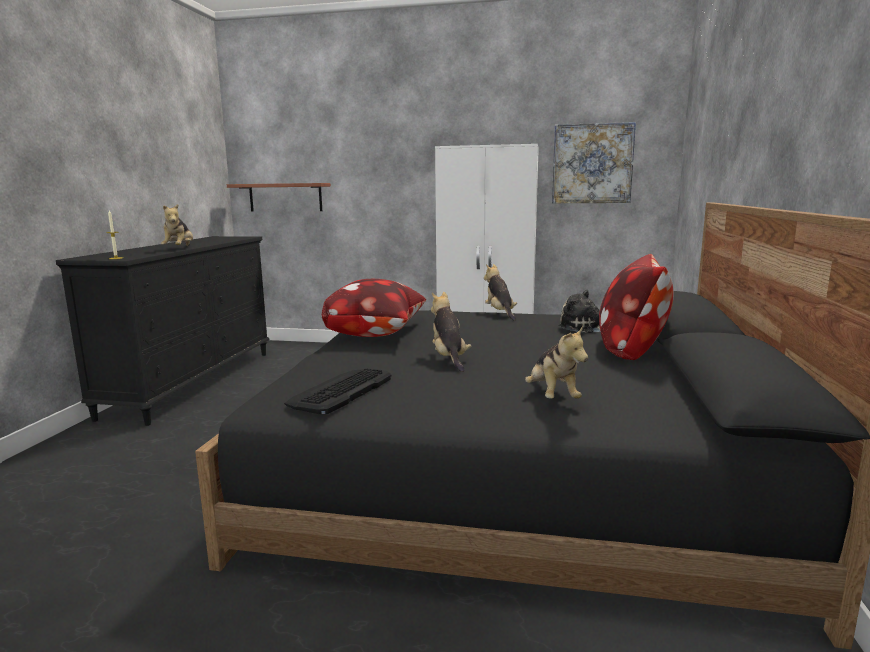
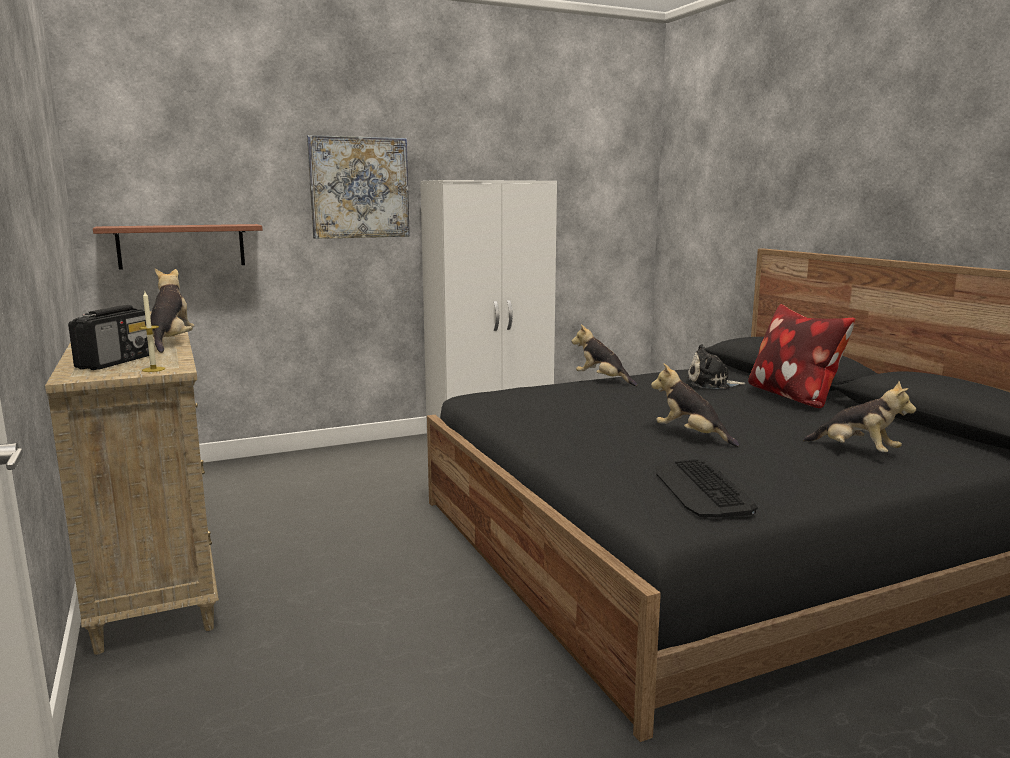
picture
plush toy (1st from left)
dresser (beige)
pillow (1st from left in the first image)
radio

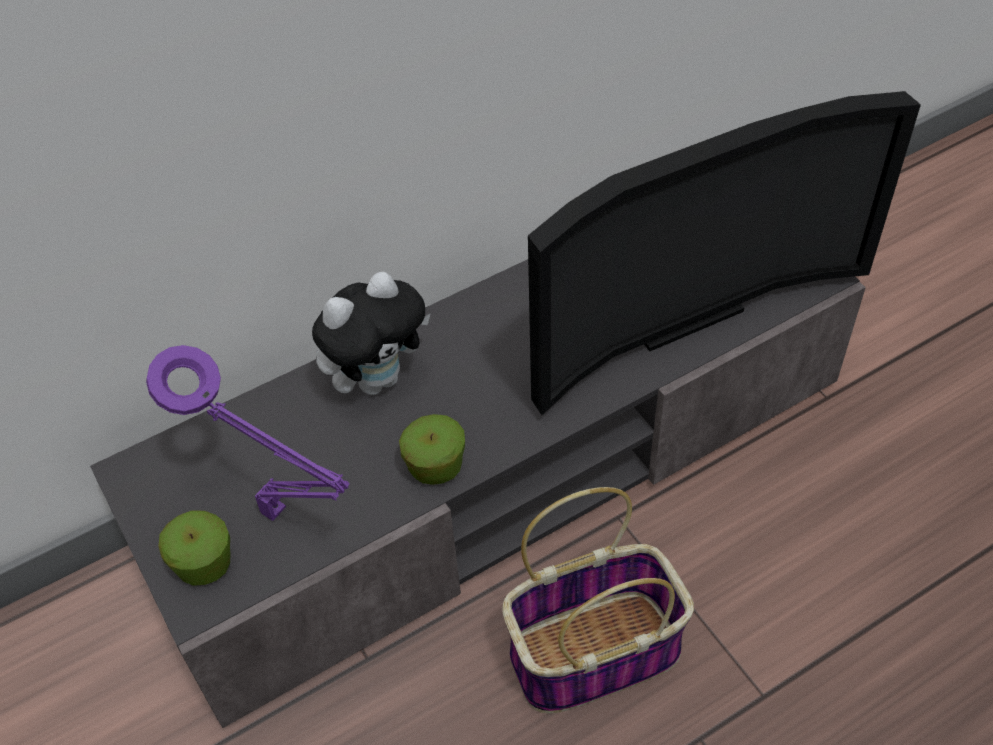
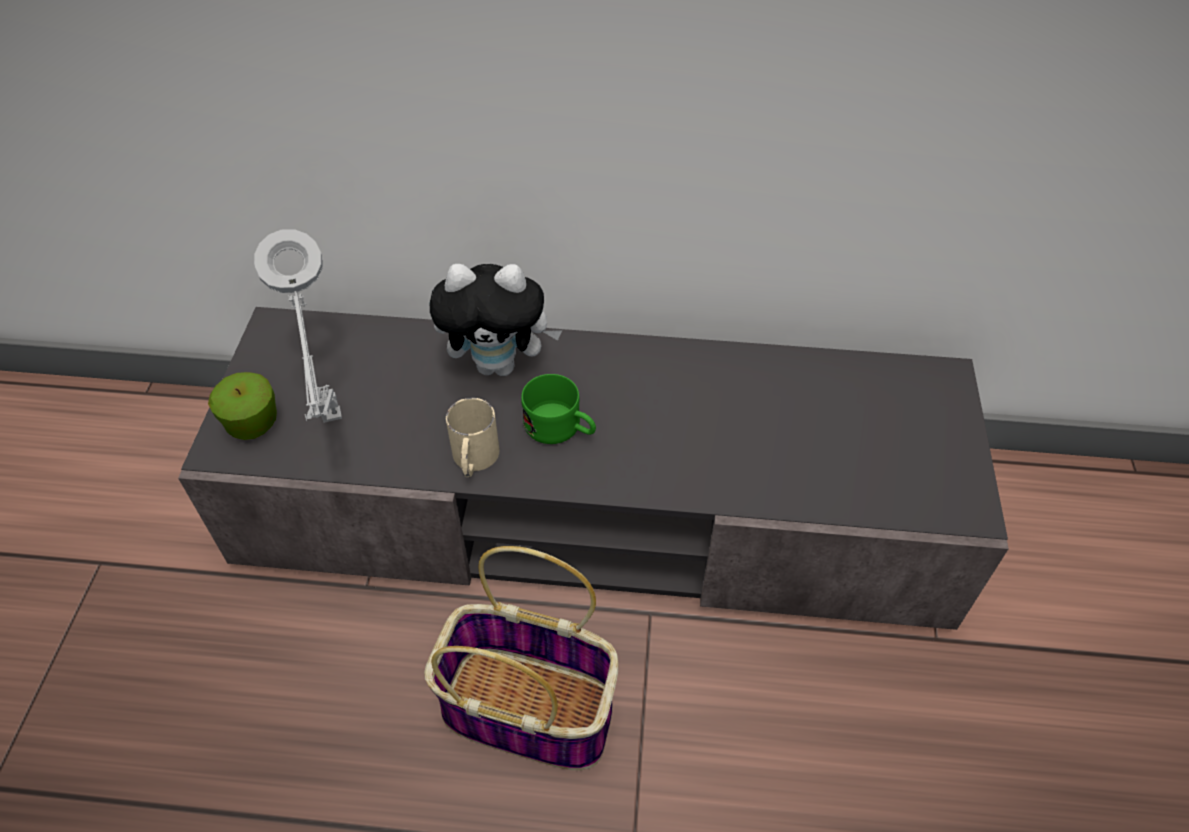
television
table lamp (grey)
mug (beige)
mug (green)

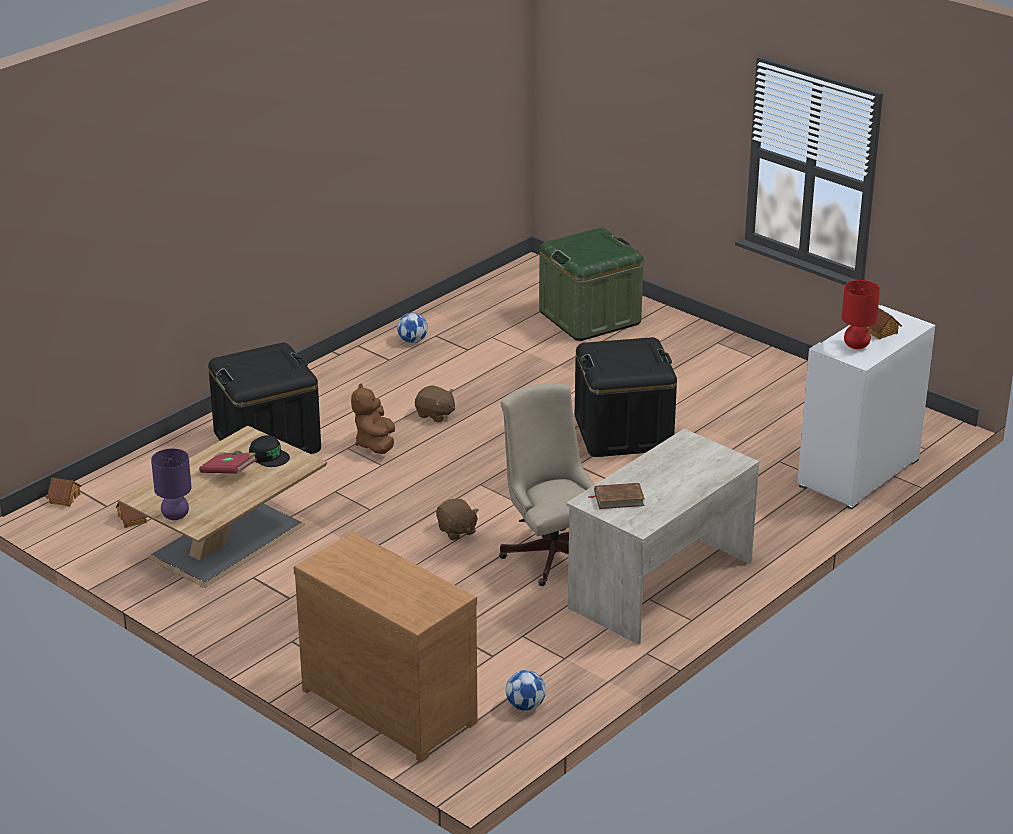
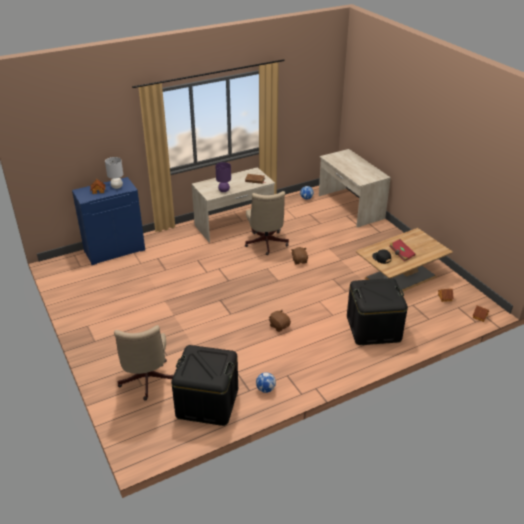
office chair (beige) (1st from left)
table lamp (grey)
cabinet (blue)
storage box (black) (1st from left)
plush toy (brown) (1st from left in the first image)
table lamp (purple)
desk (beige) (2nd from left)

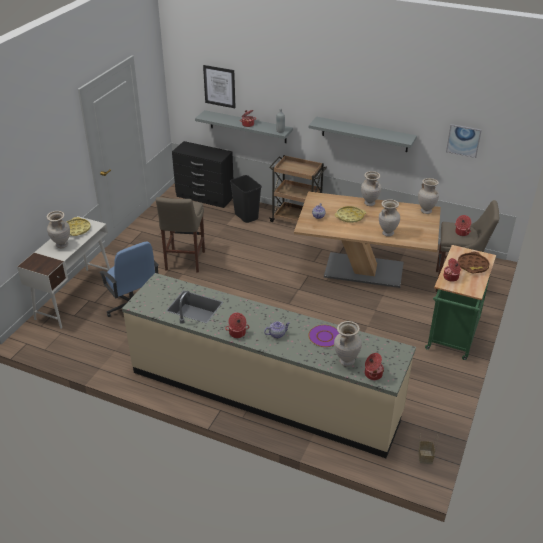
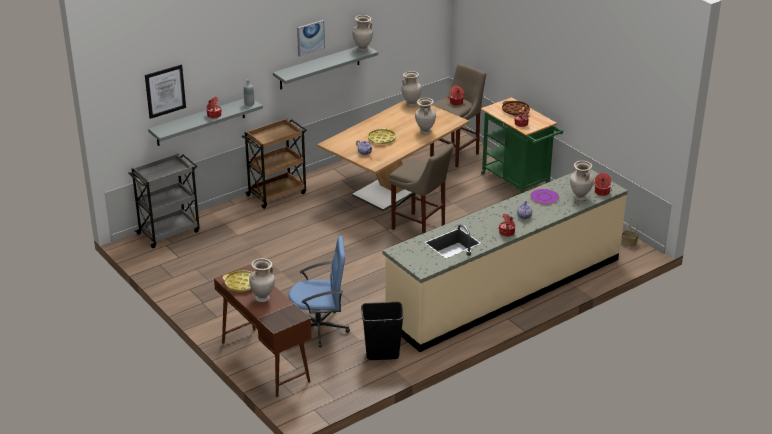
picture (2nd from left)
cart (grey)
vase (beige) (2nd from left)
trash can (black)
stool (beige) (1st from left)
desk (brown)

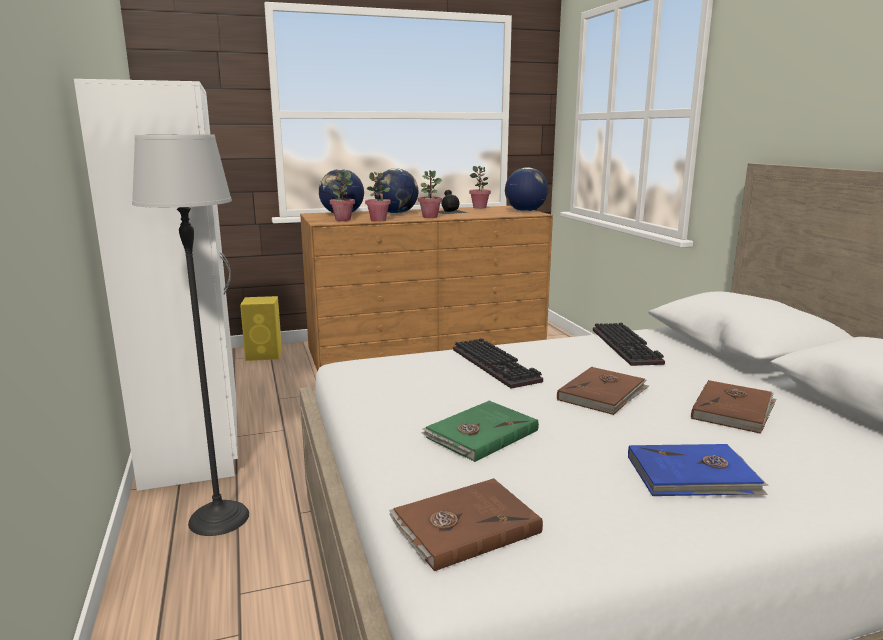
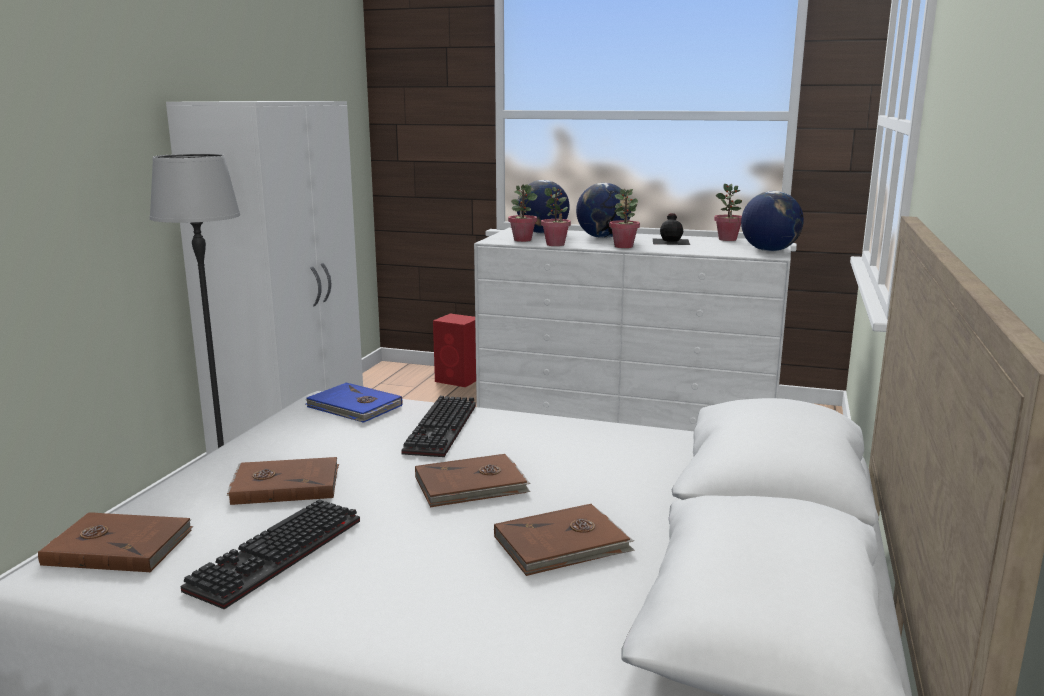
dresser (white)
speaker (red)
keyboard (1st from left)
book (brown) (2nd from left)
book (blue)

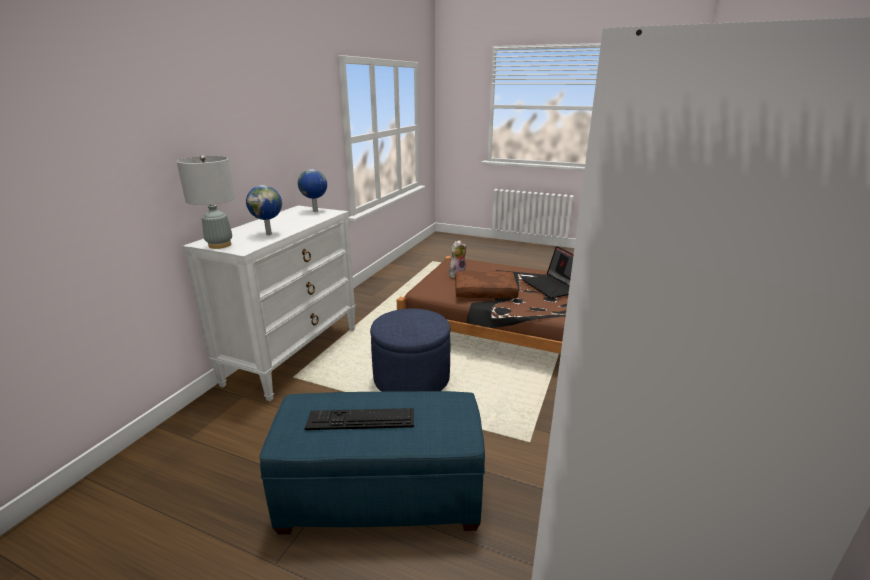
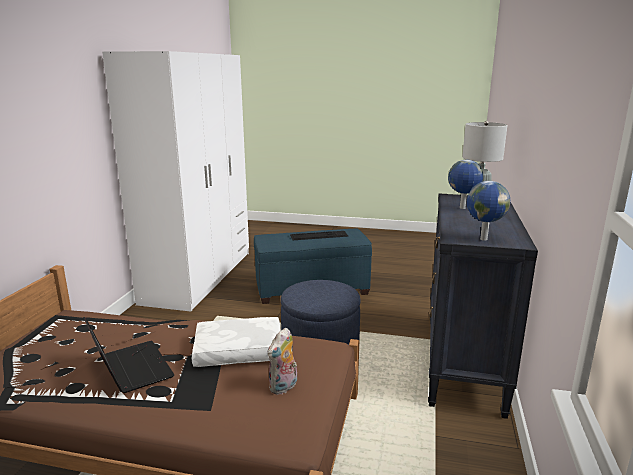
dresser (black)
pillow (white)

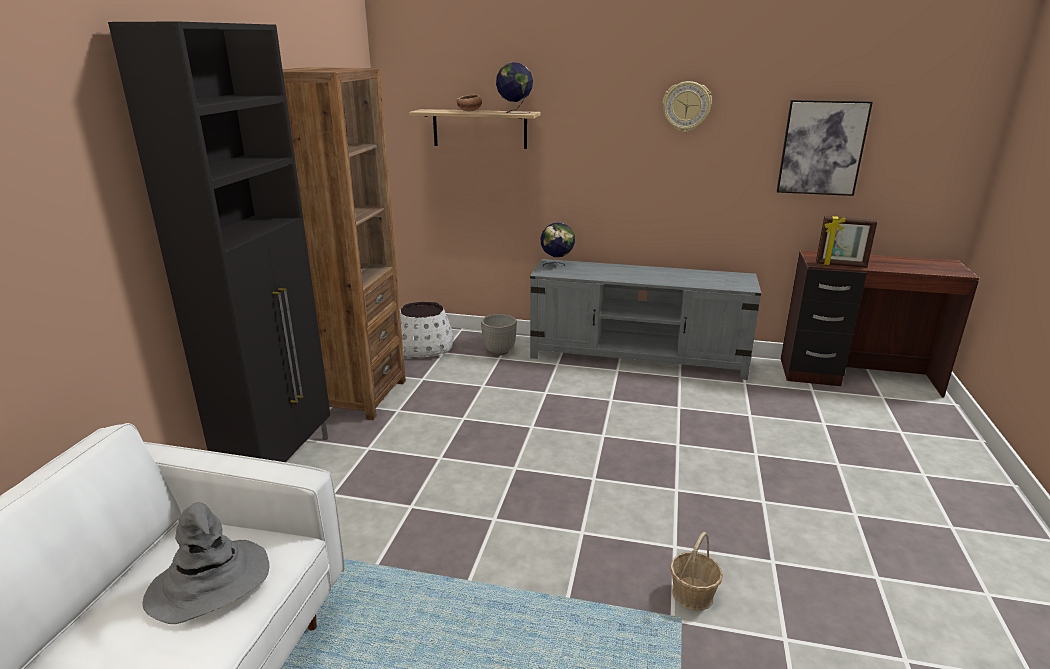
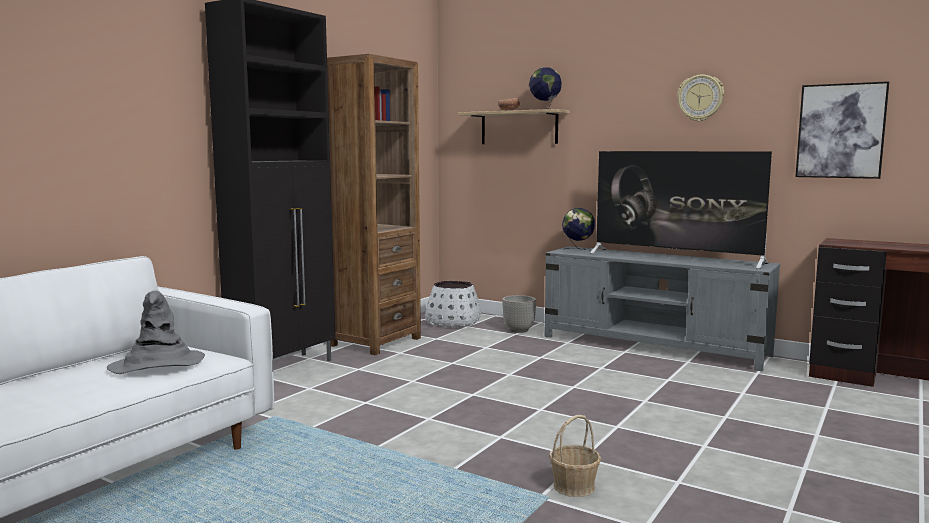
picture frame
television

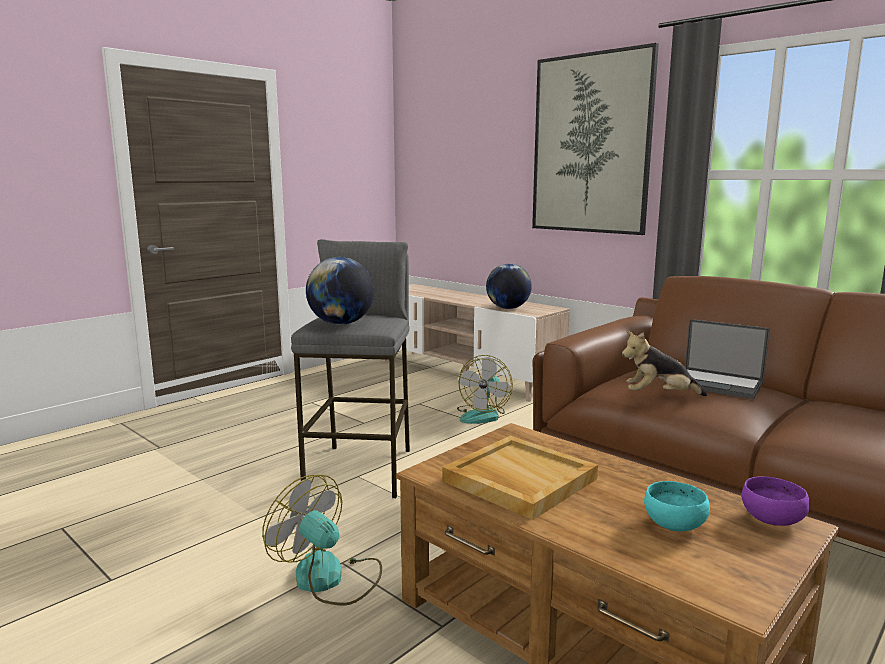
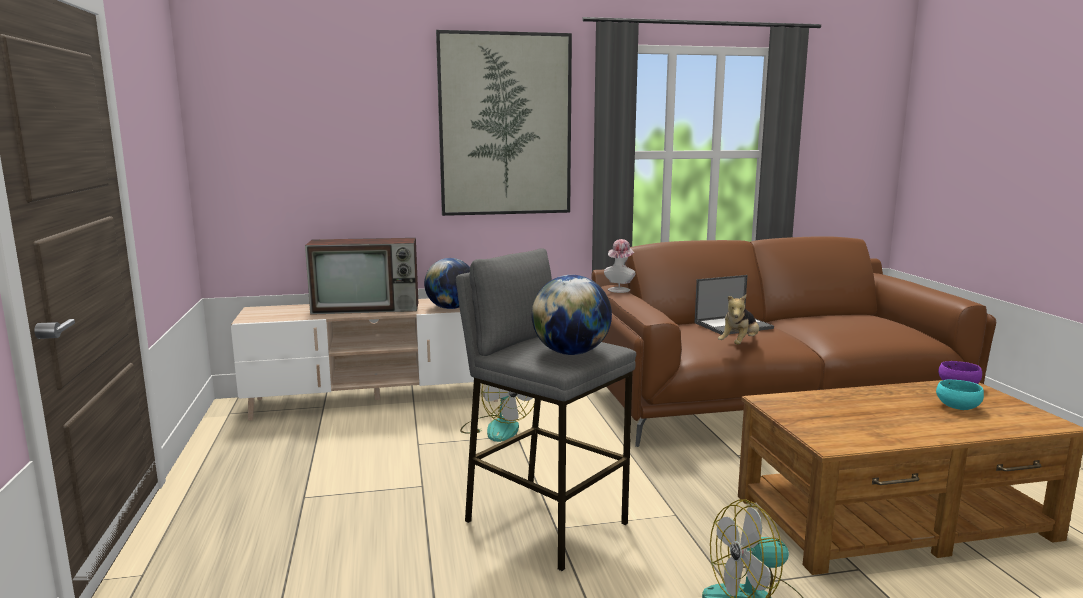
tray (beige)
television
hat

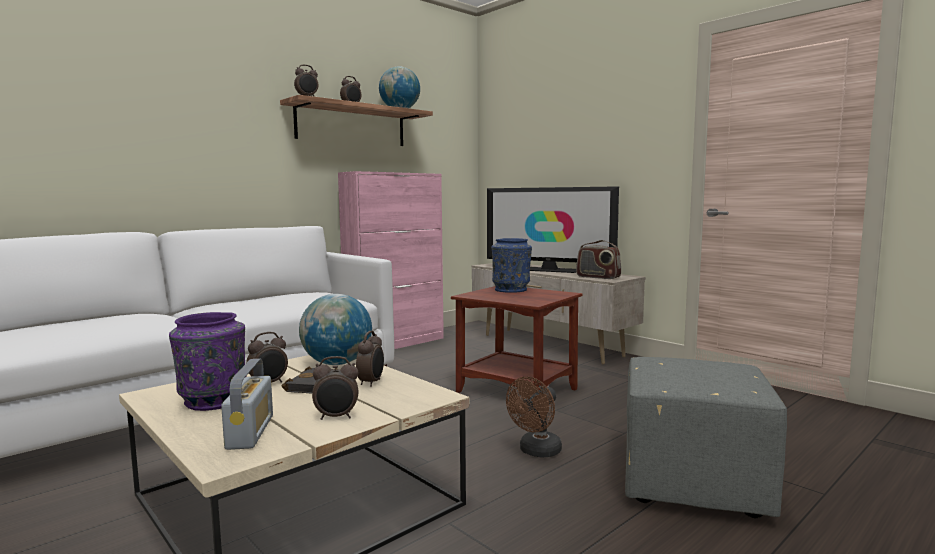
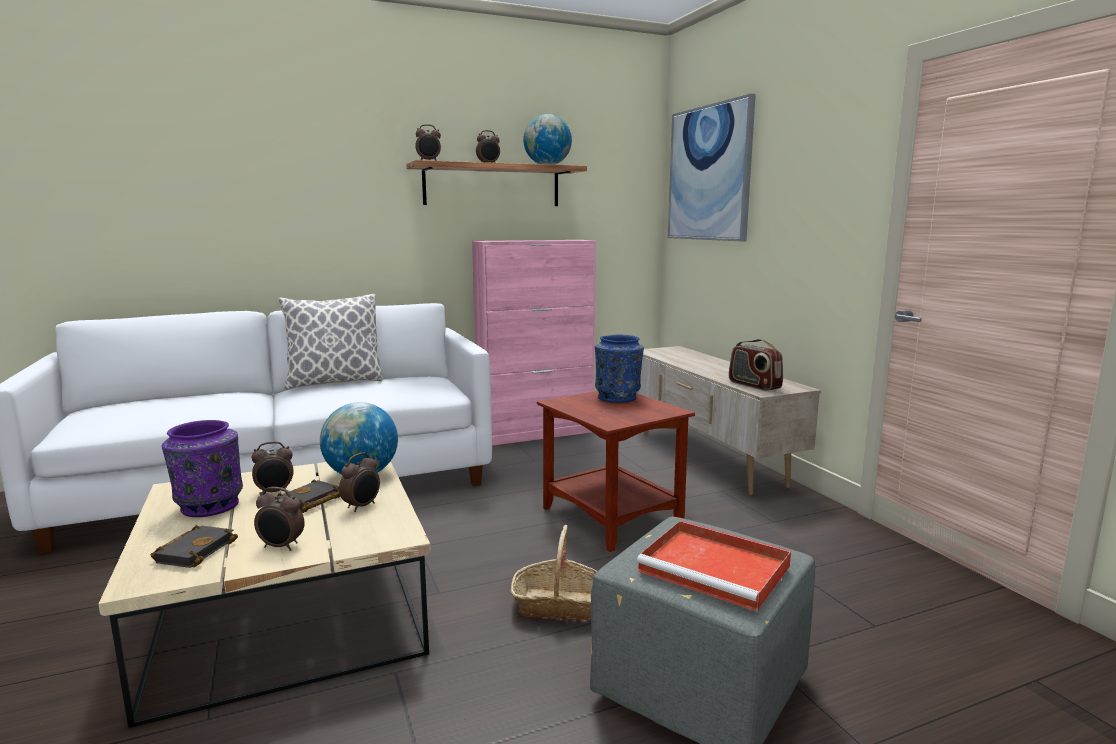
television
book (black) (1st from left)
basket
picture
pillow
tray (red)

